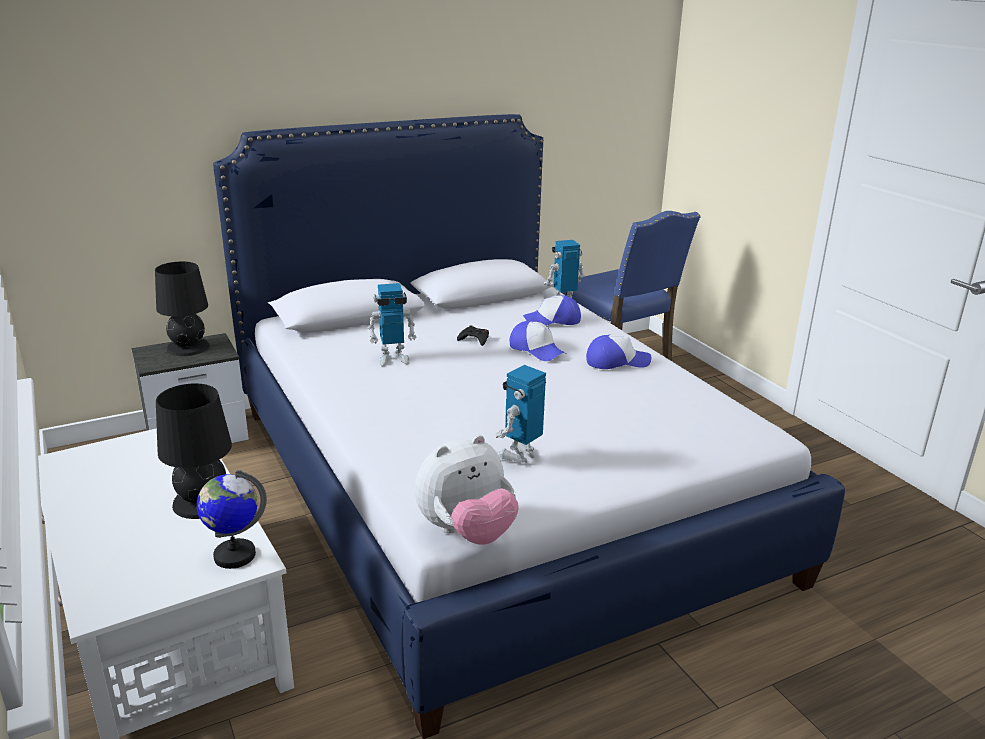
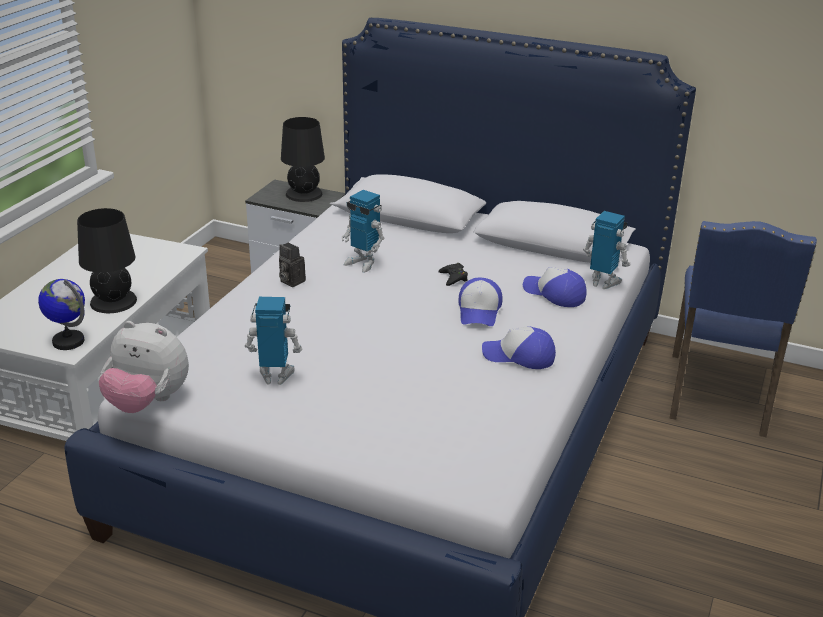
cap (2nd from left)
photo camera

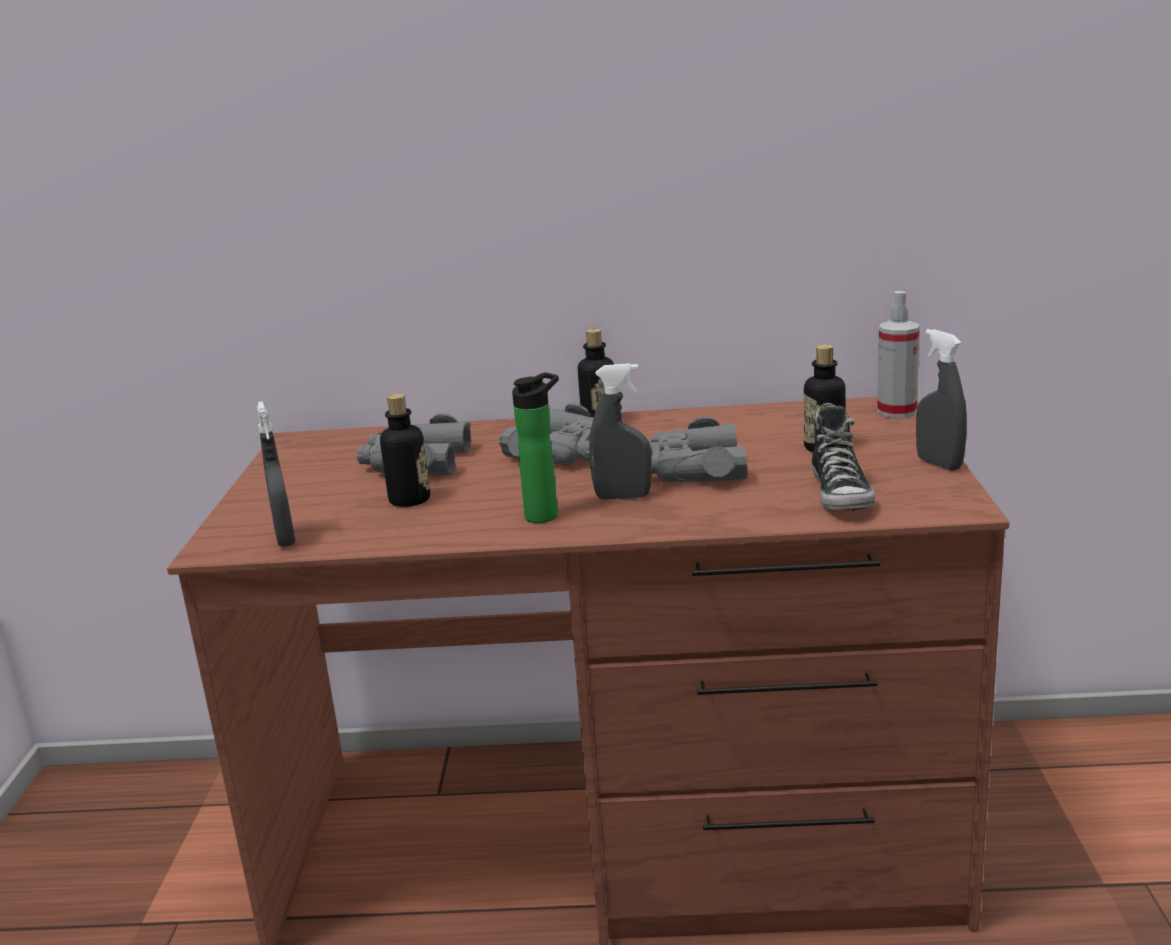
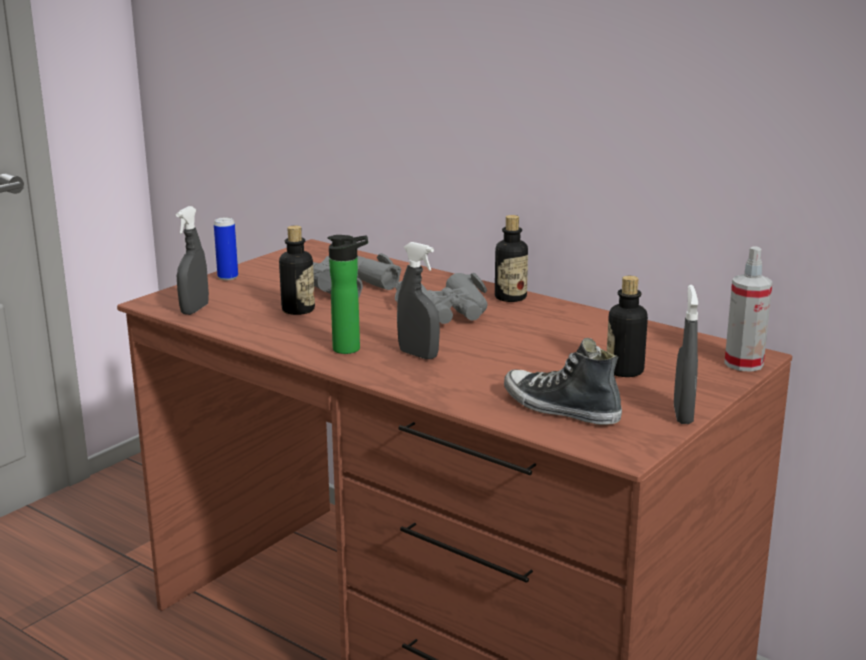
shoe
binoculars (grey) (3rd from left in the first image)
can

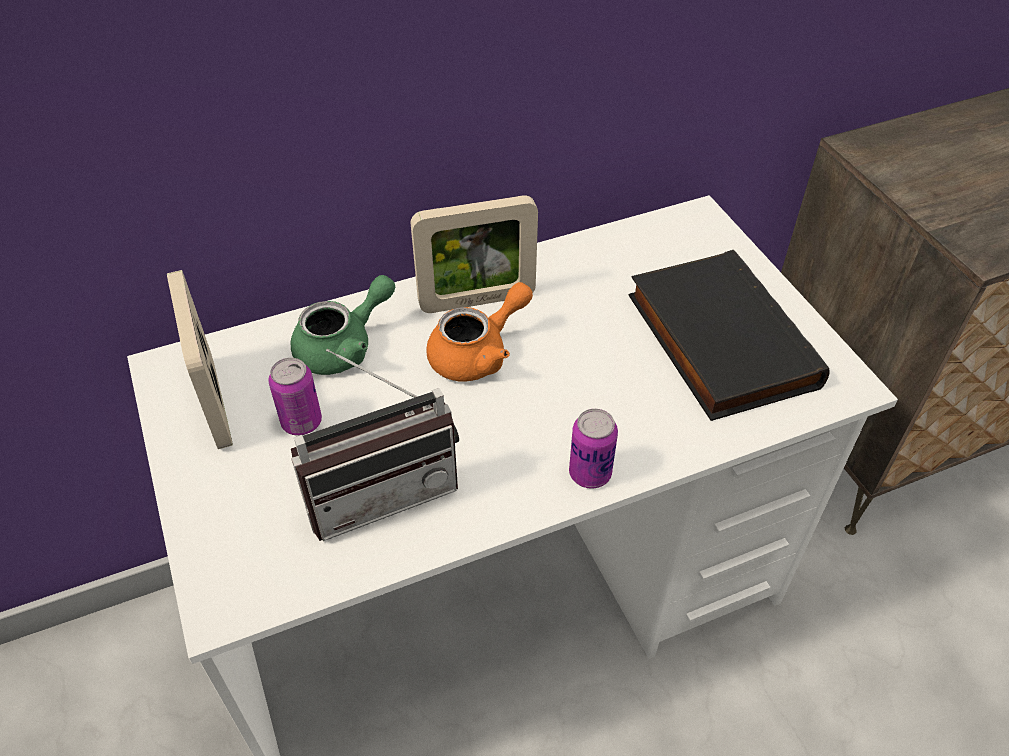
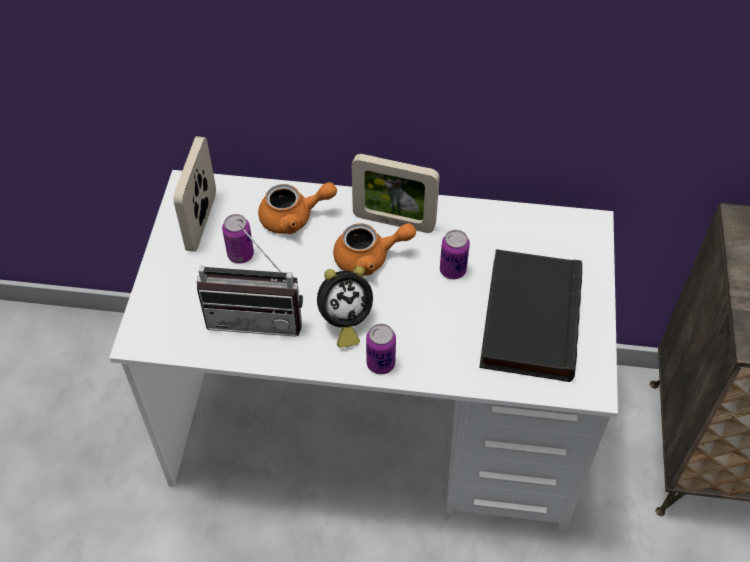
teapot (orange) (1st from left)
can (3rd from left)
alarm clock

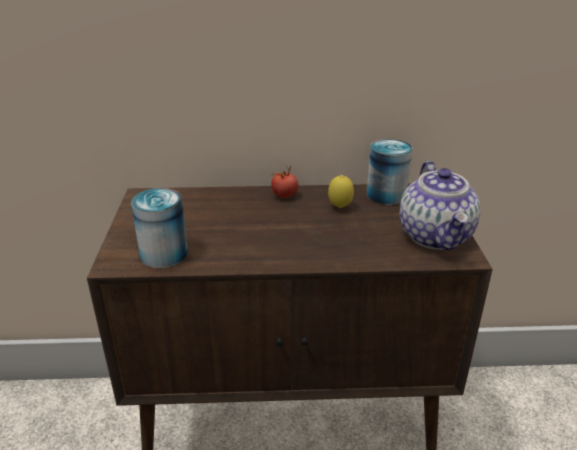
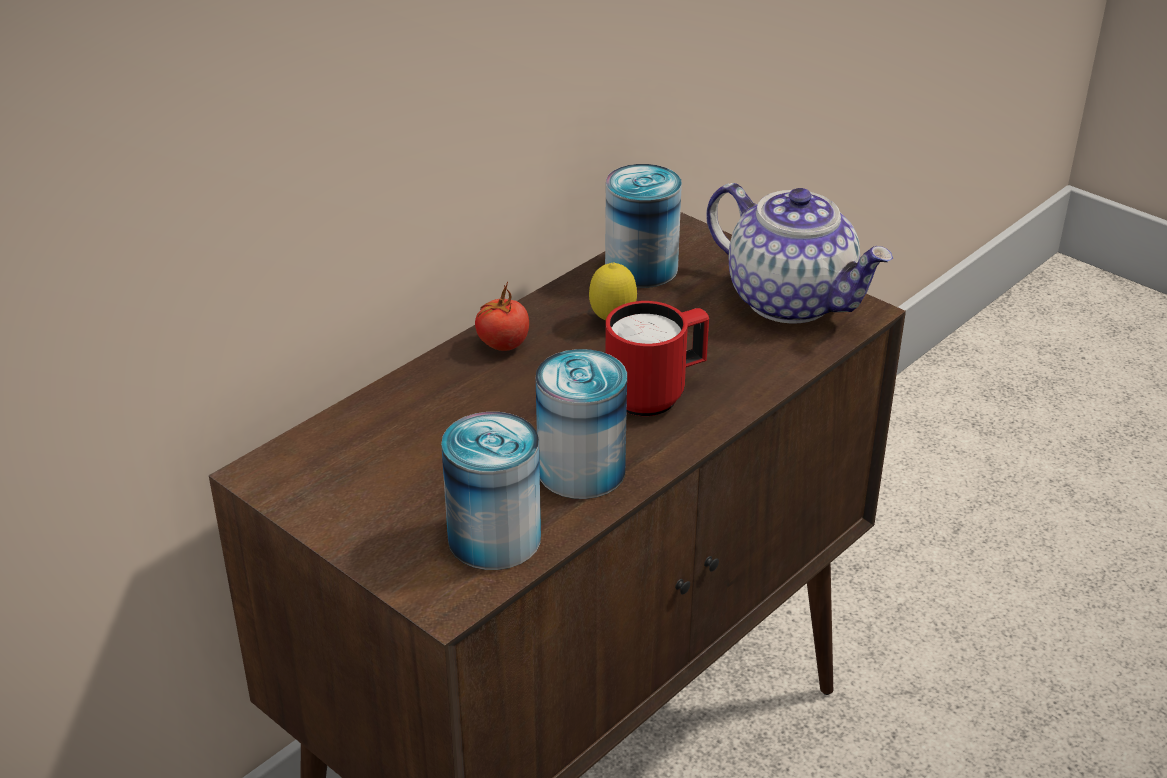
mug (red)
can (2nd from left)

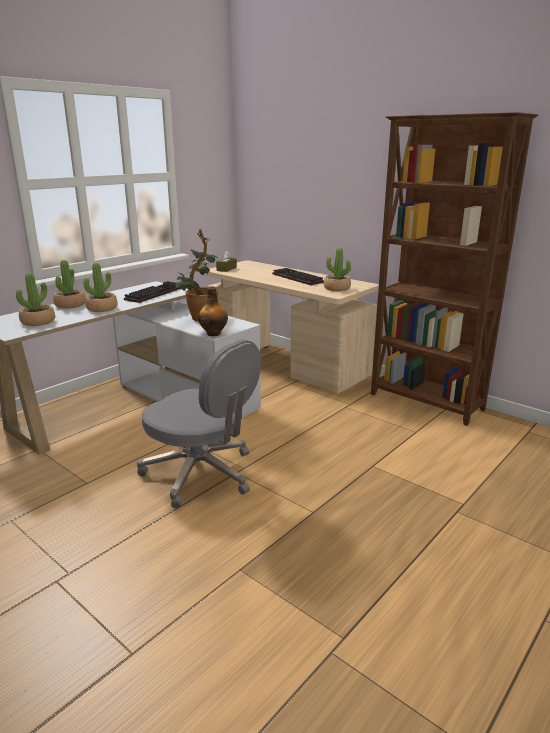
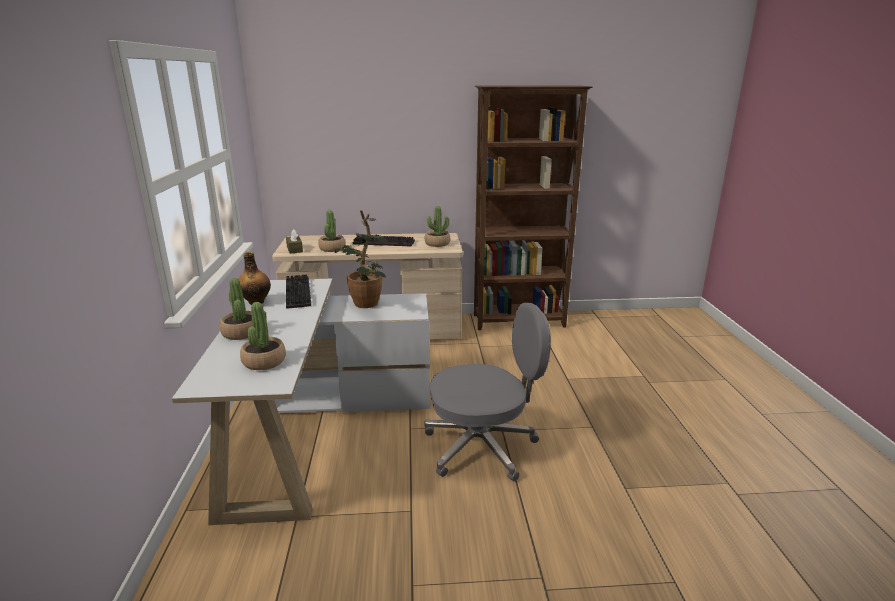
potted plant (3rd from left)
bottle

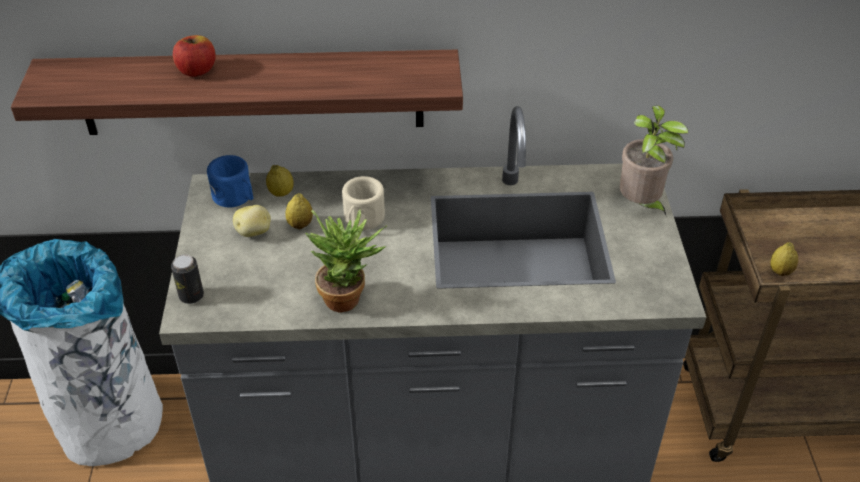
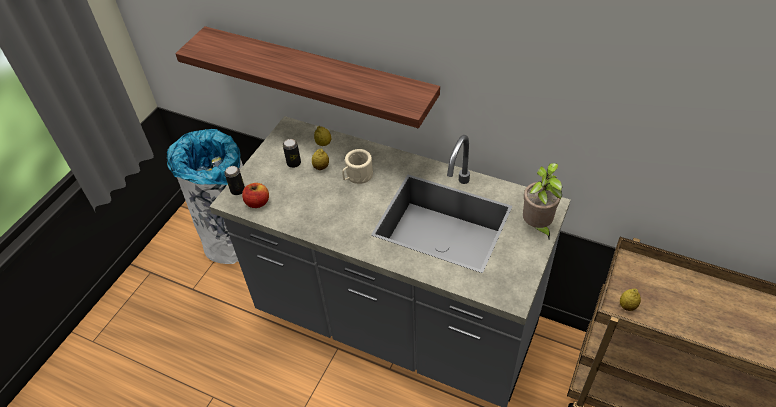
apple
mug (blue)
can (2nd from left)
potted plant (1st from left in the first image)

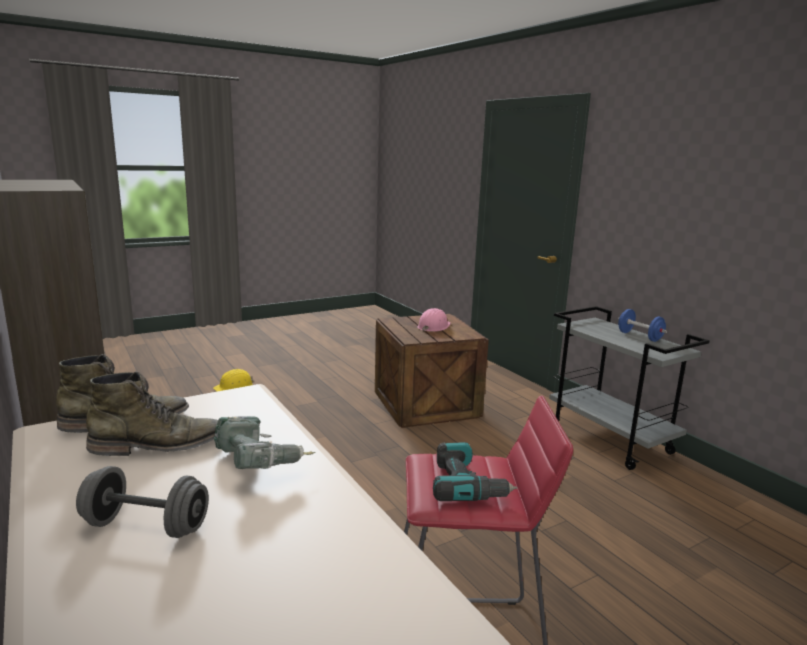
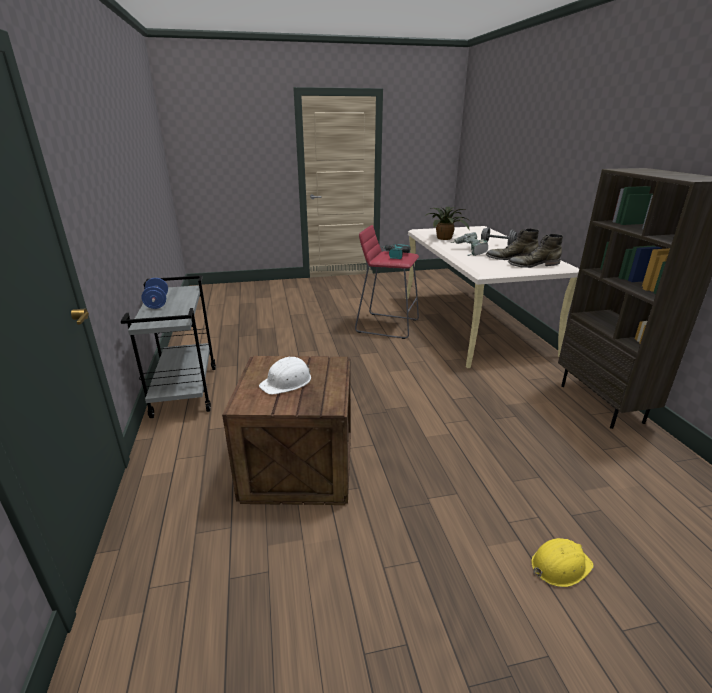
hard hat (white)
potted plant

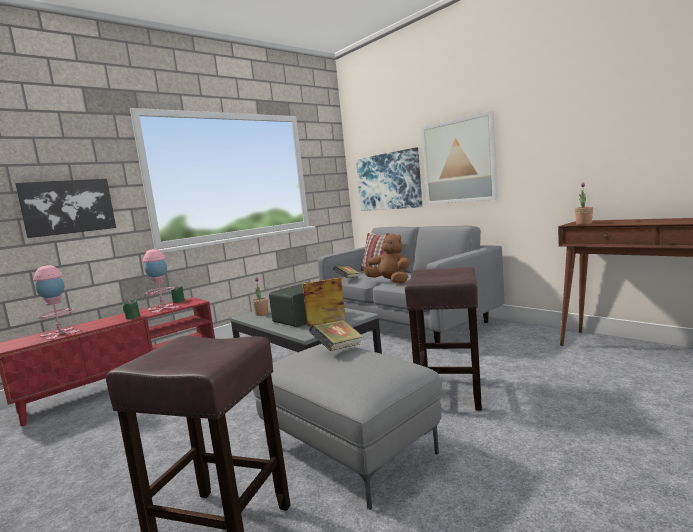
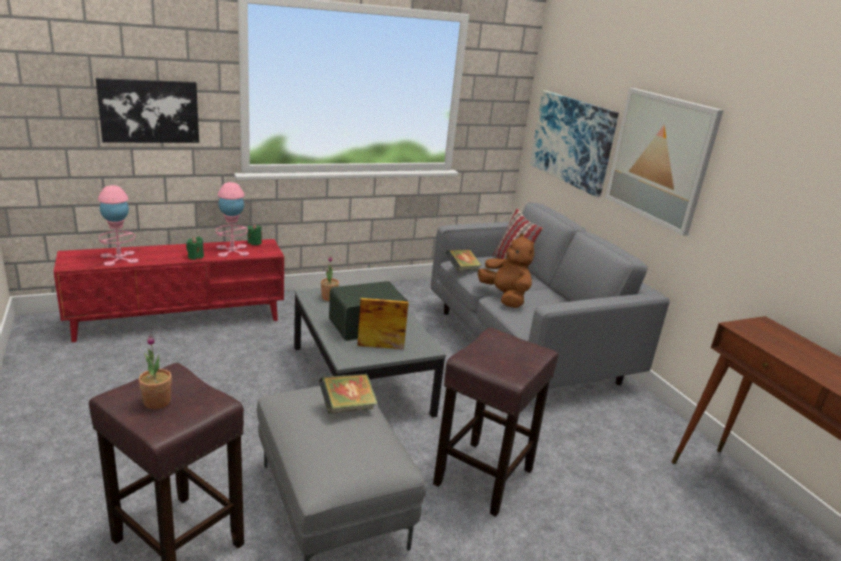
potted plant (1st from left)

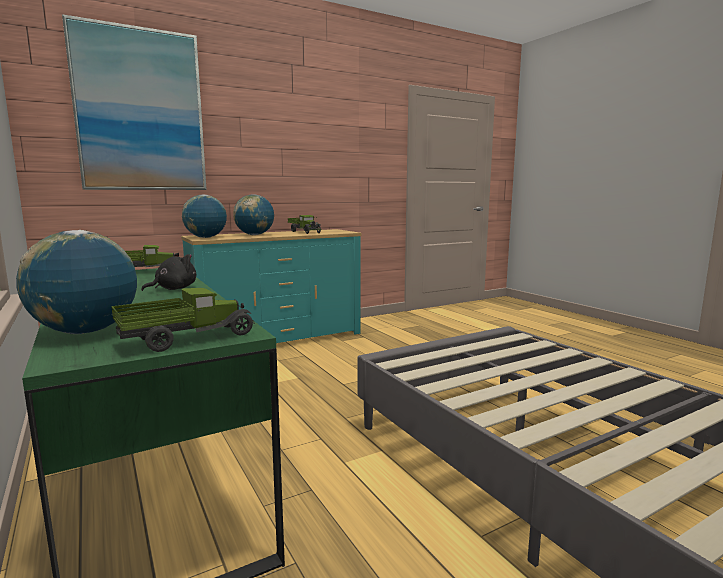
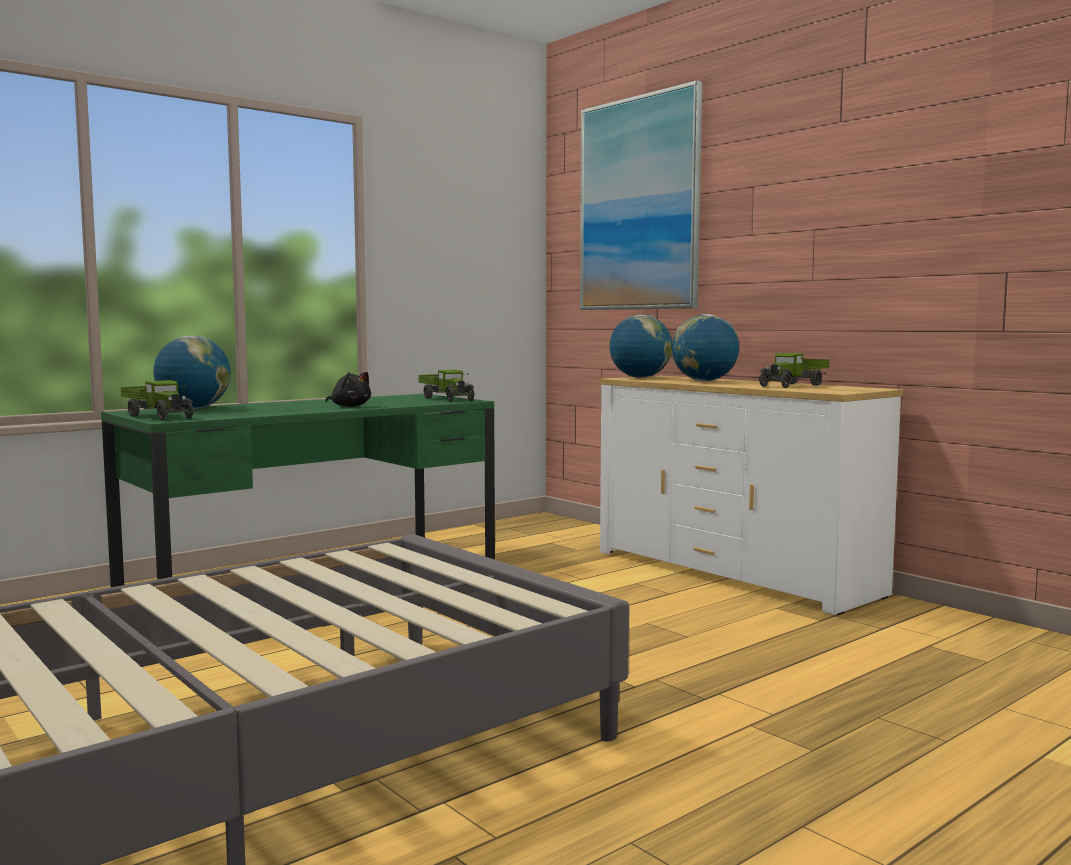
dresser (white)

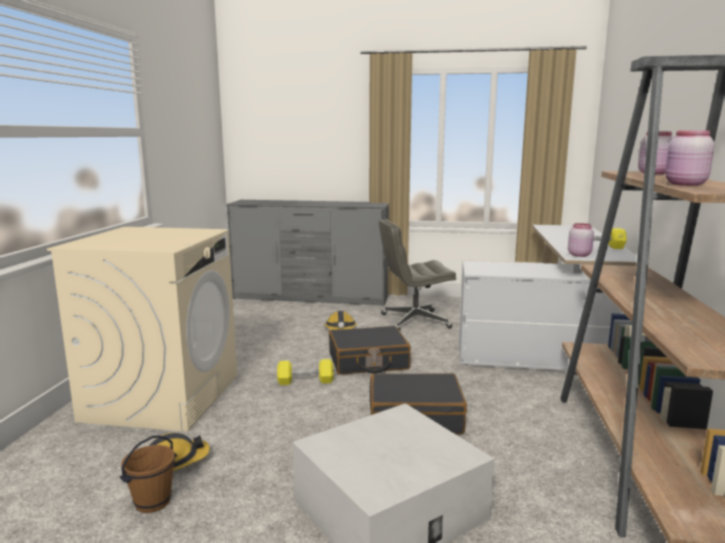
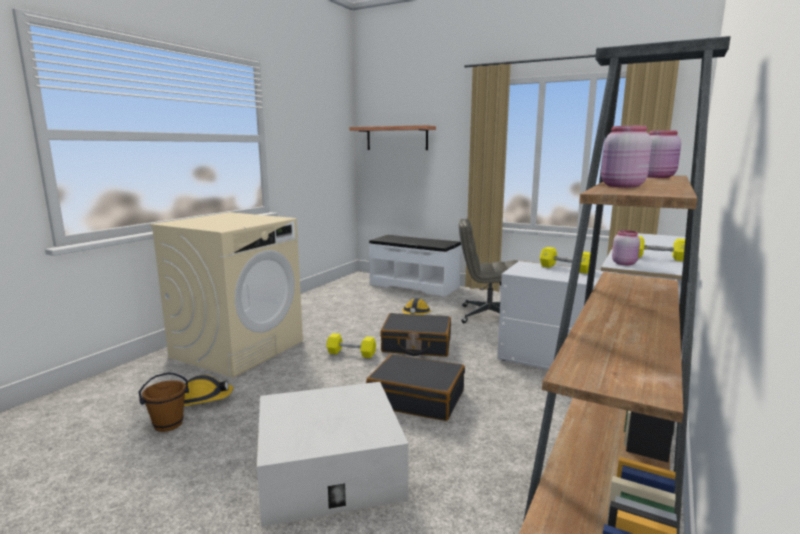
bench (white)
shelf
dumbbell (yellow) (2nd from left)

